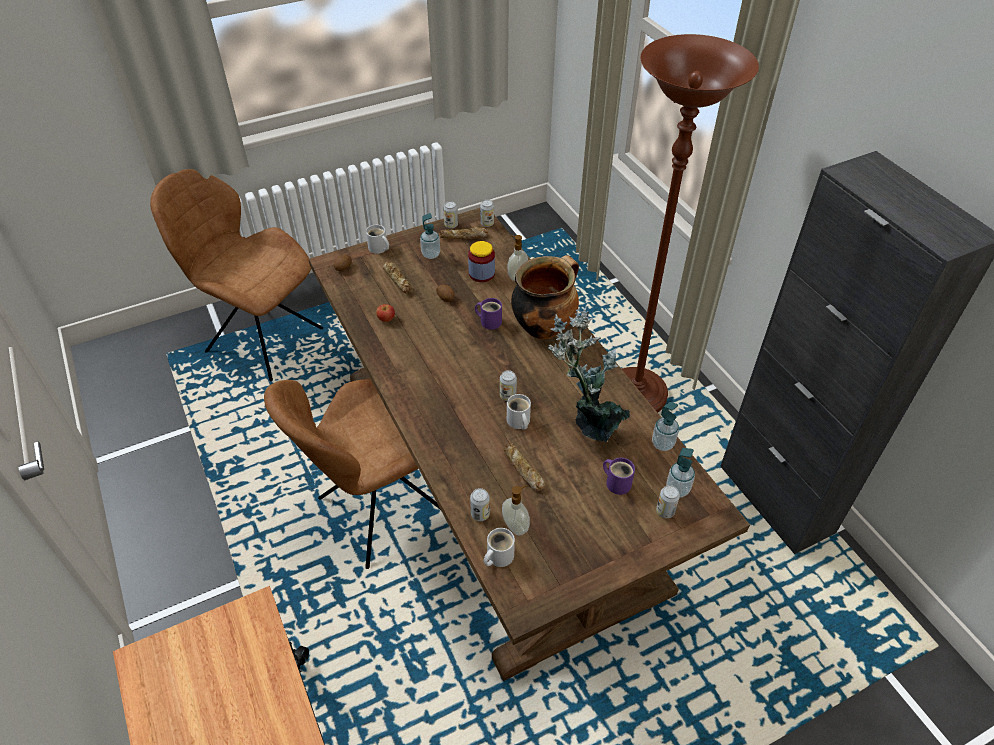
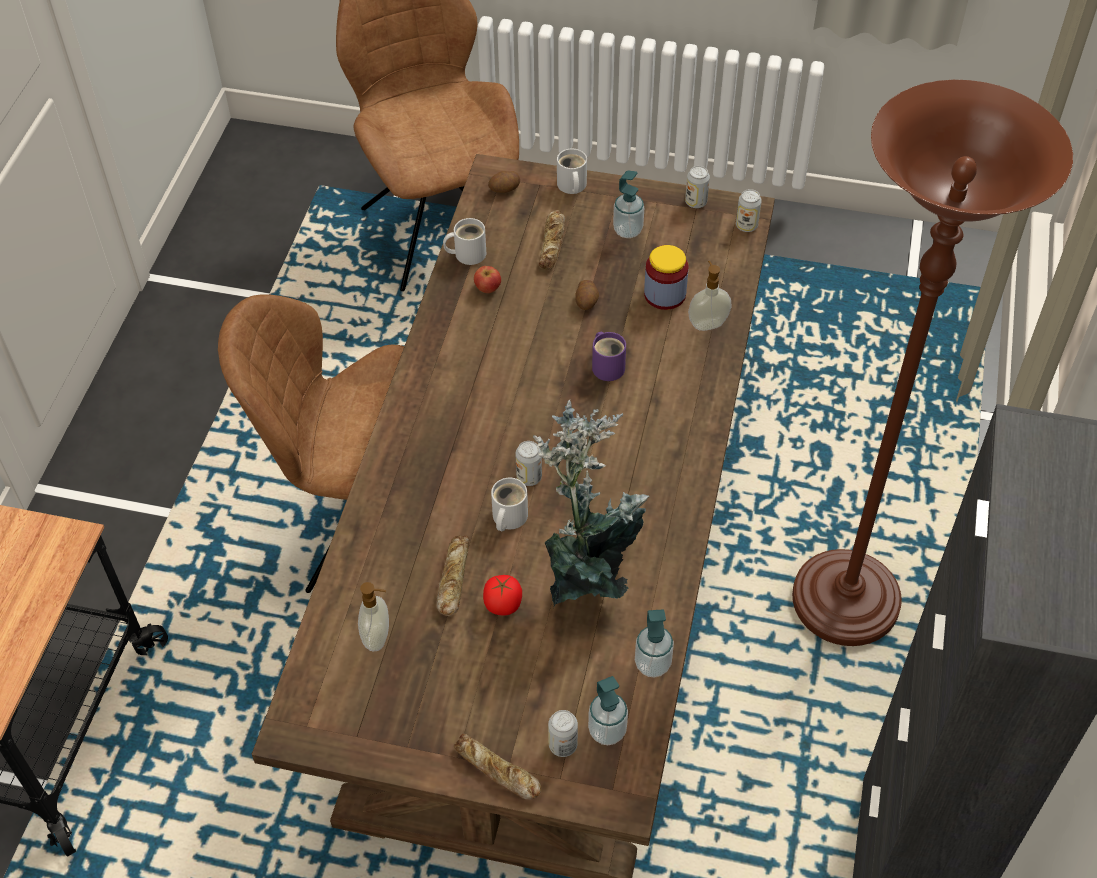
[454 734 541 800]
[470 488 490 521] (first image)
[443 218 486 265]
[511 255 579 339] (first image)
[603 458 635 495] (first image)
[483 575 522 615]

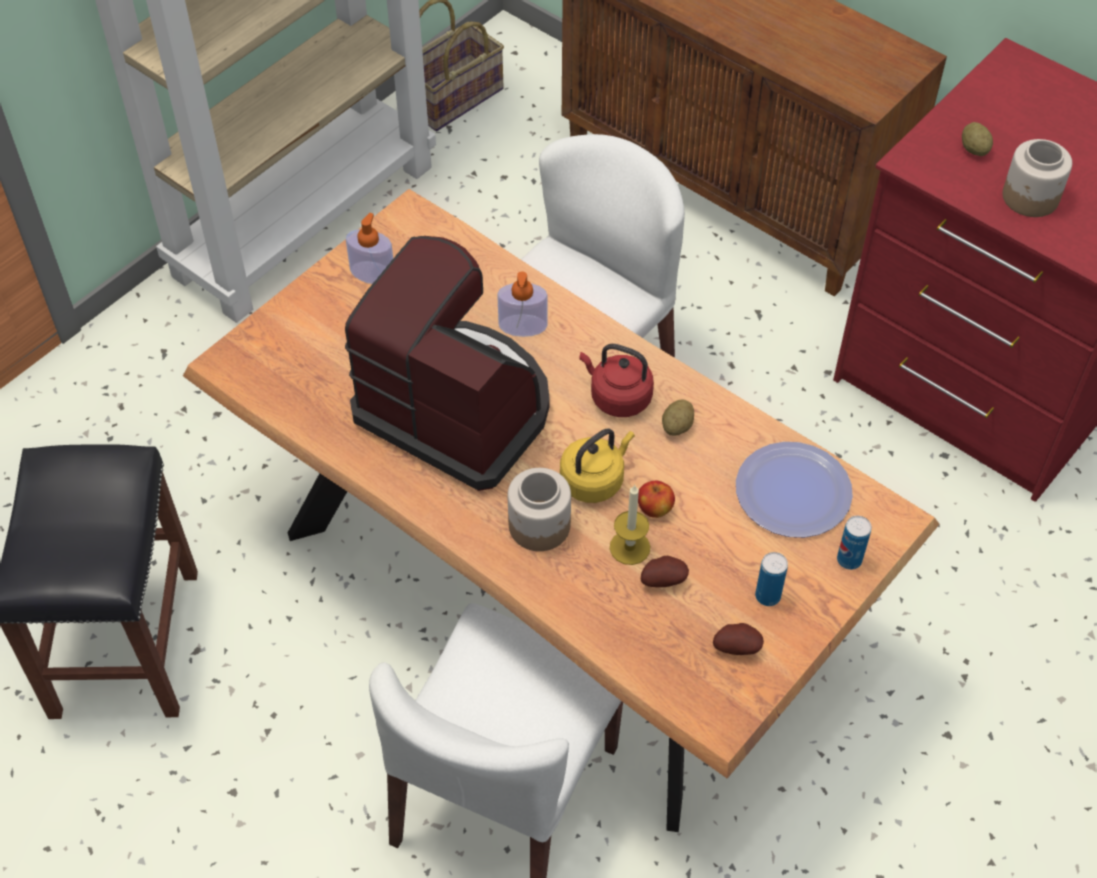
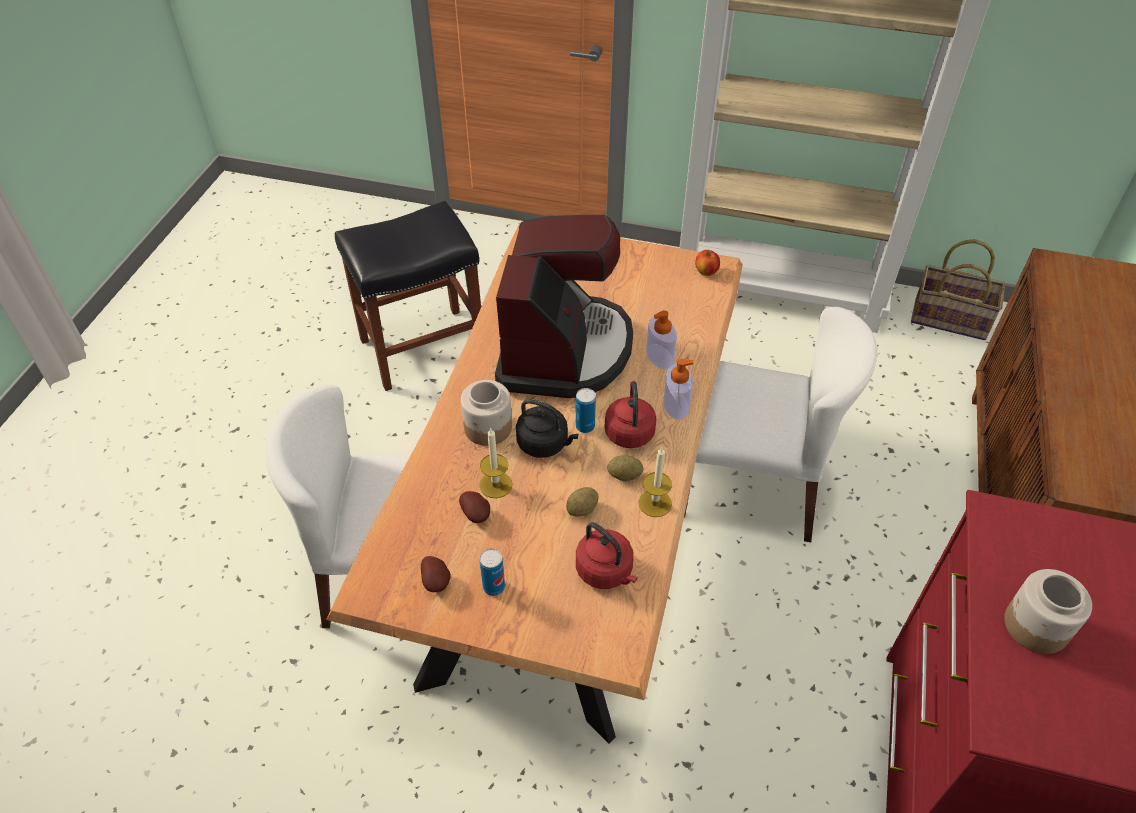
[664 359 693 420]
[516 399 579 458]
[695 250 720 276]
[576 522 637 589]
[576 388 596 433]
[566 487 598 516]
[638 447 672 517]

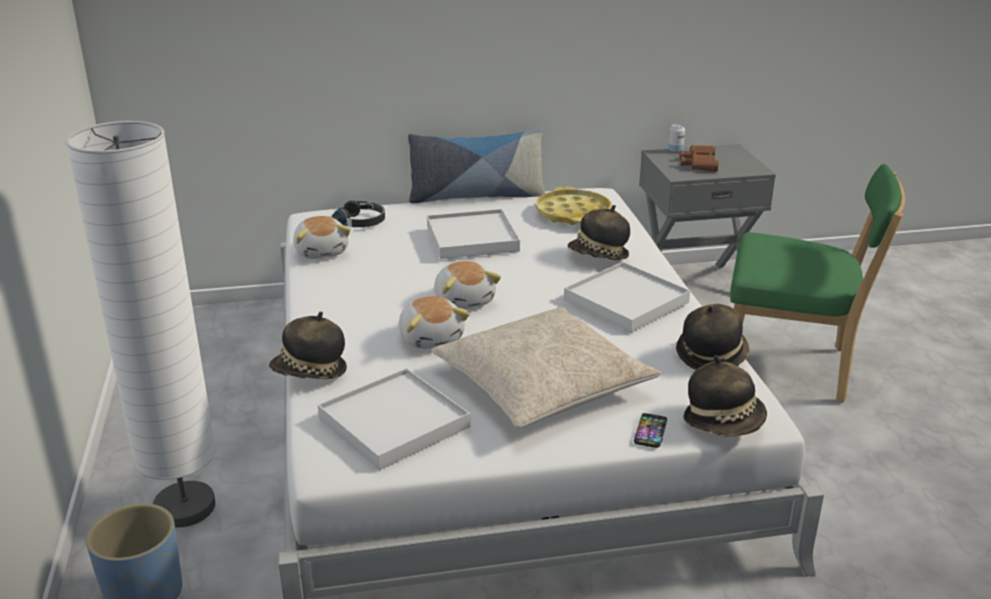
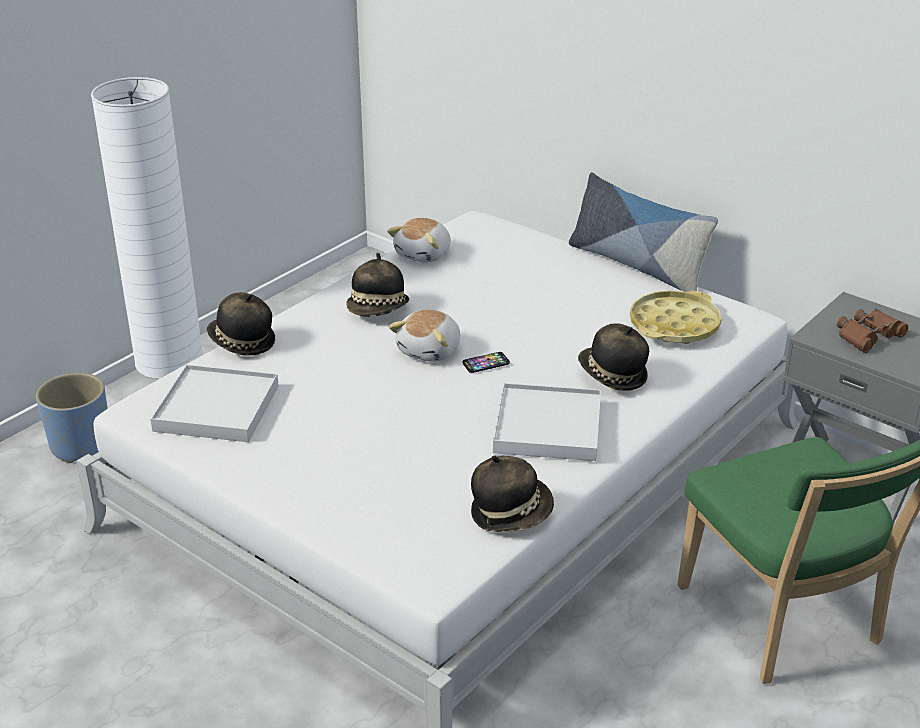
[332 200 385 227] (first image)
[399 296 470 349] (first image)
[427 209 520 259] (first image)
[431 307 661 428] (first image)
[463 352 510 373]
[668 124 685 153] (first image)
[346 253 409 317]

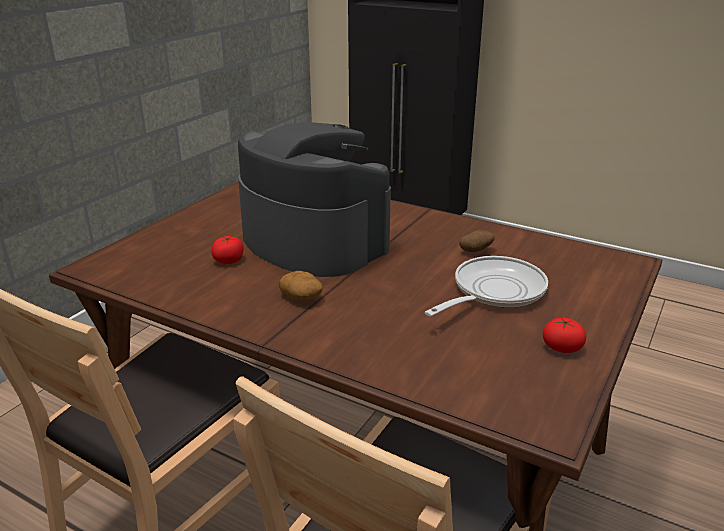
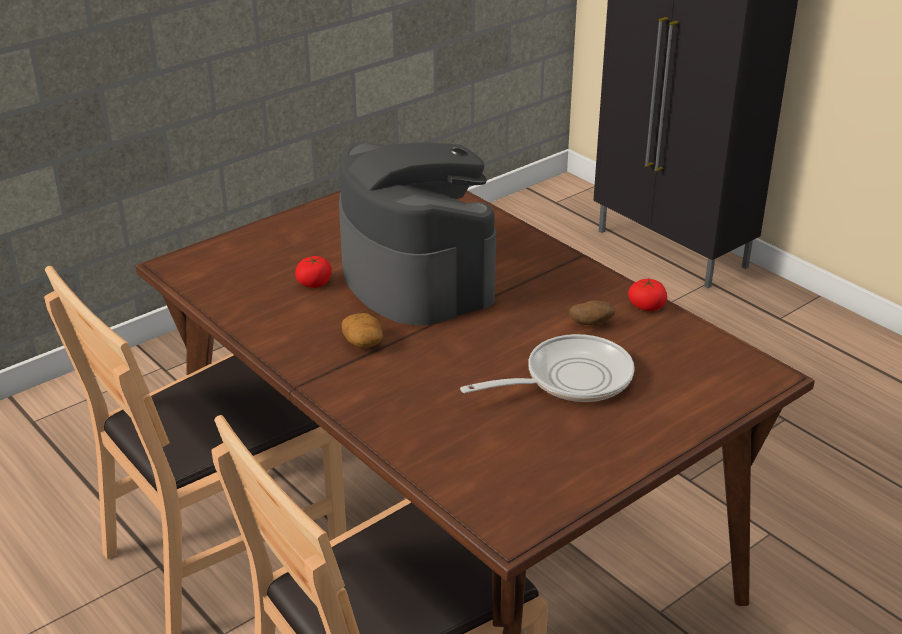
[628 279 667 311]

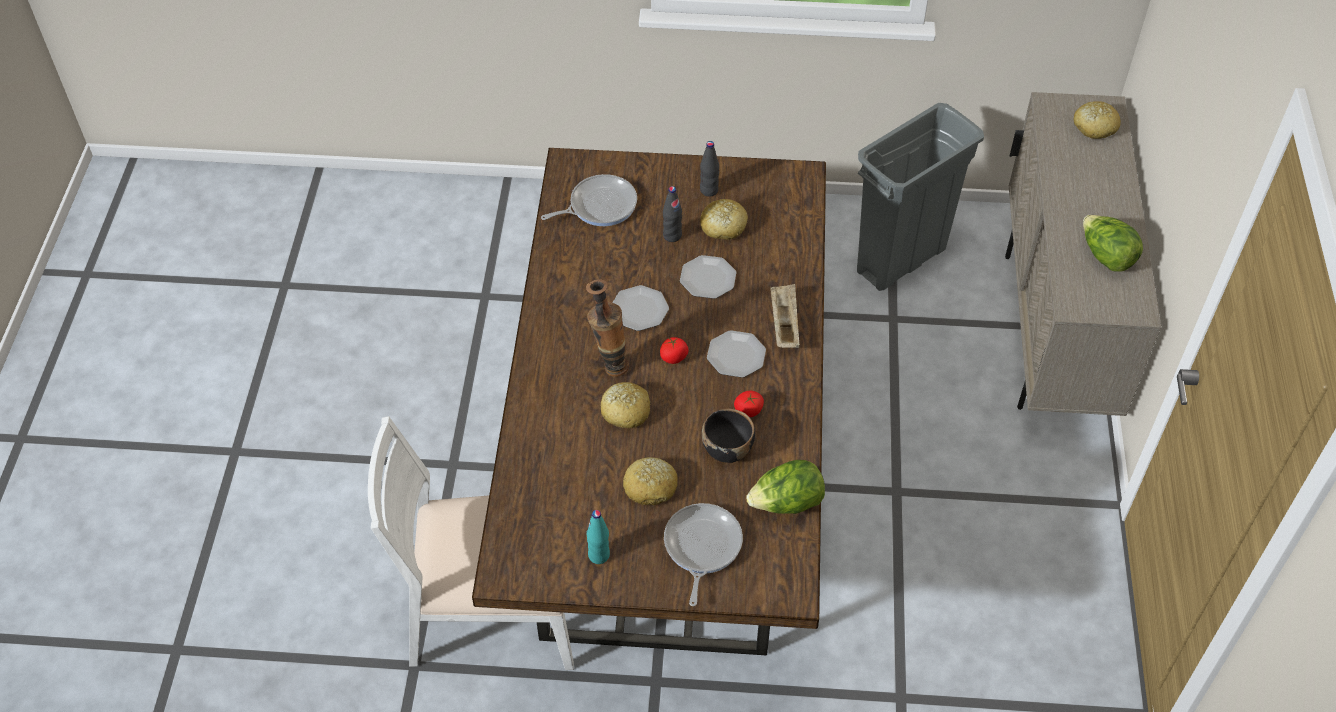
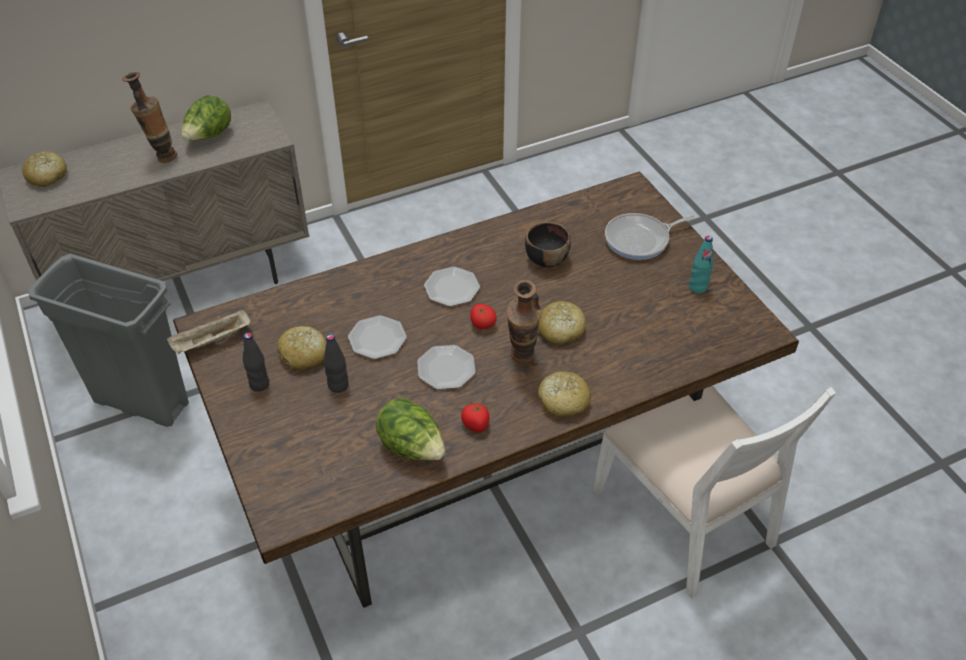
[541 174 637 226] (first image)
[538 372 591 417]
[461 403 490 432]
[376 398 445 460]
[167 309 251 354]
[122 72 177 163]

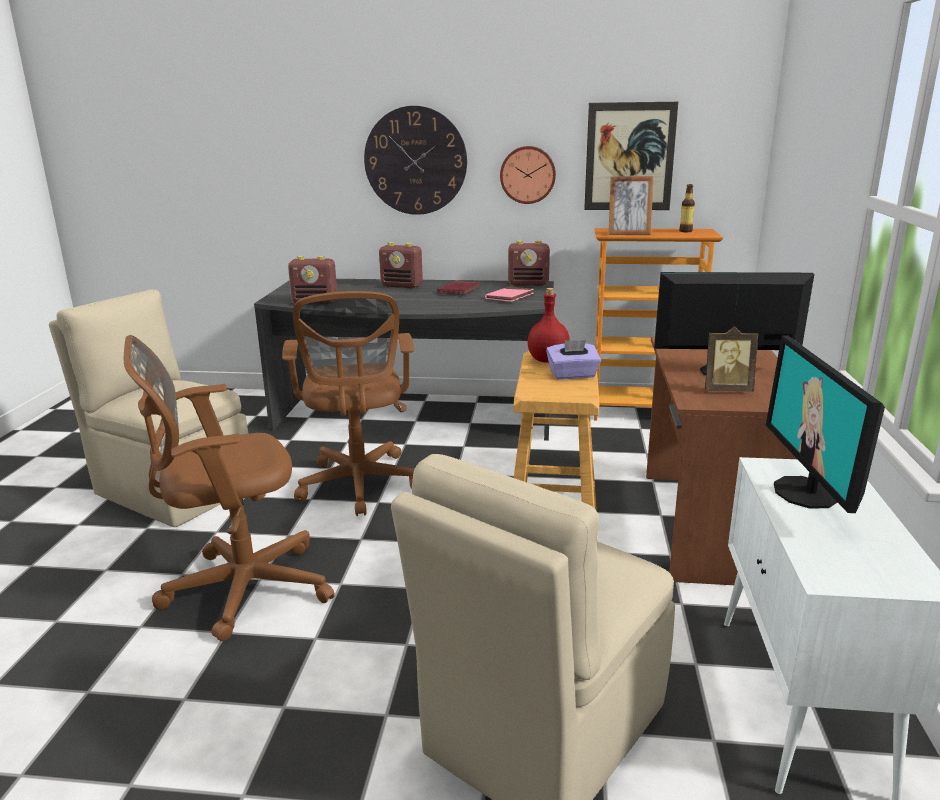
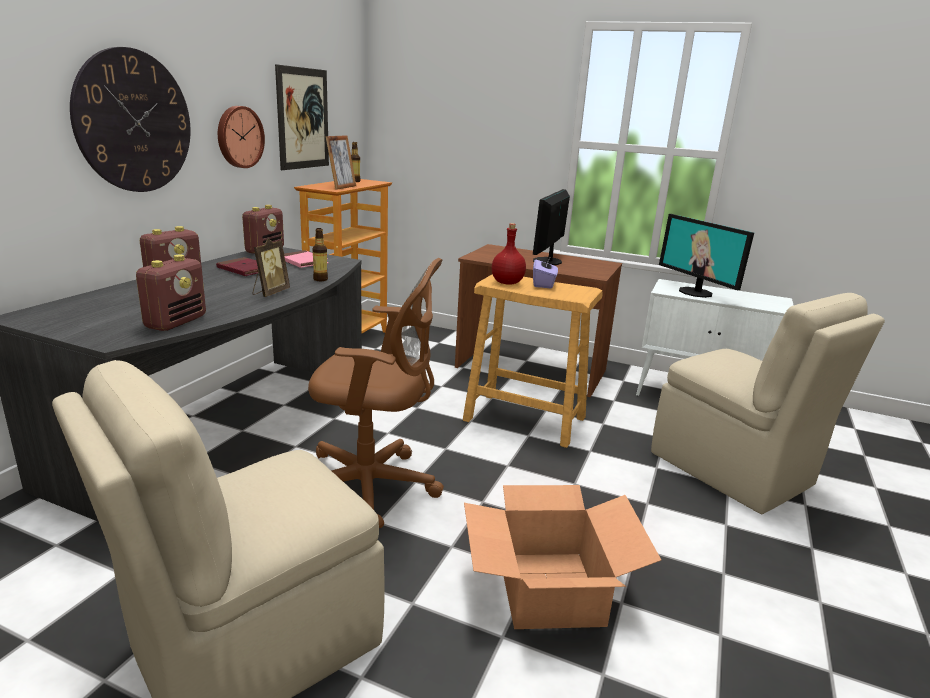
[464 485 661 629]
[253 238 290 297]
[659 214 754 298]
[312 228 328 281]

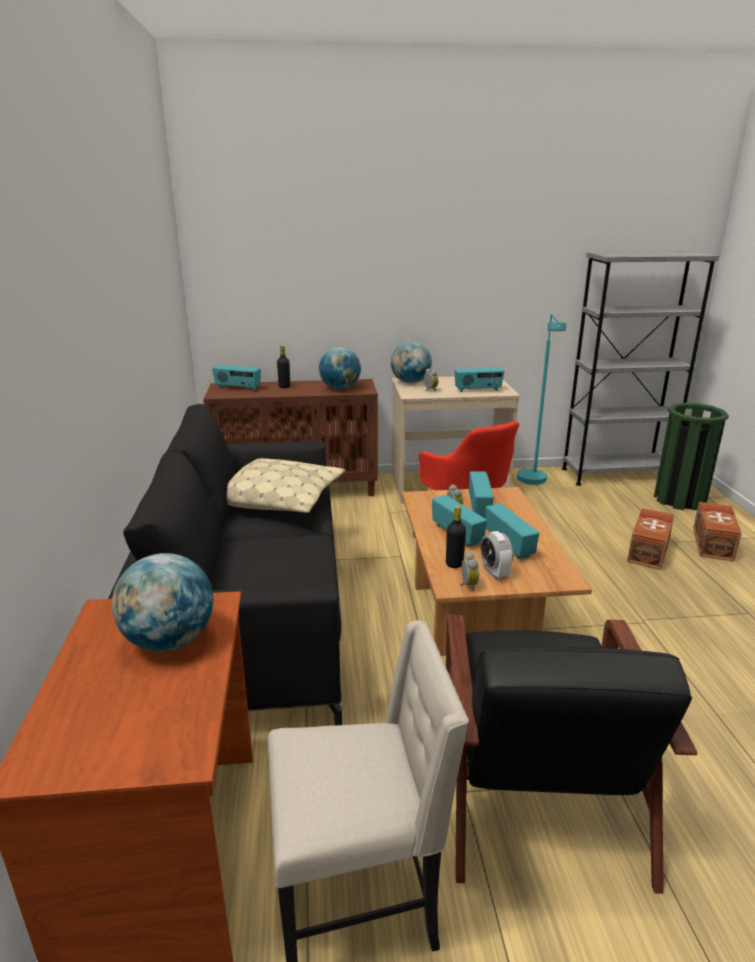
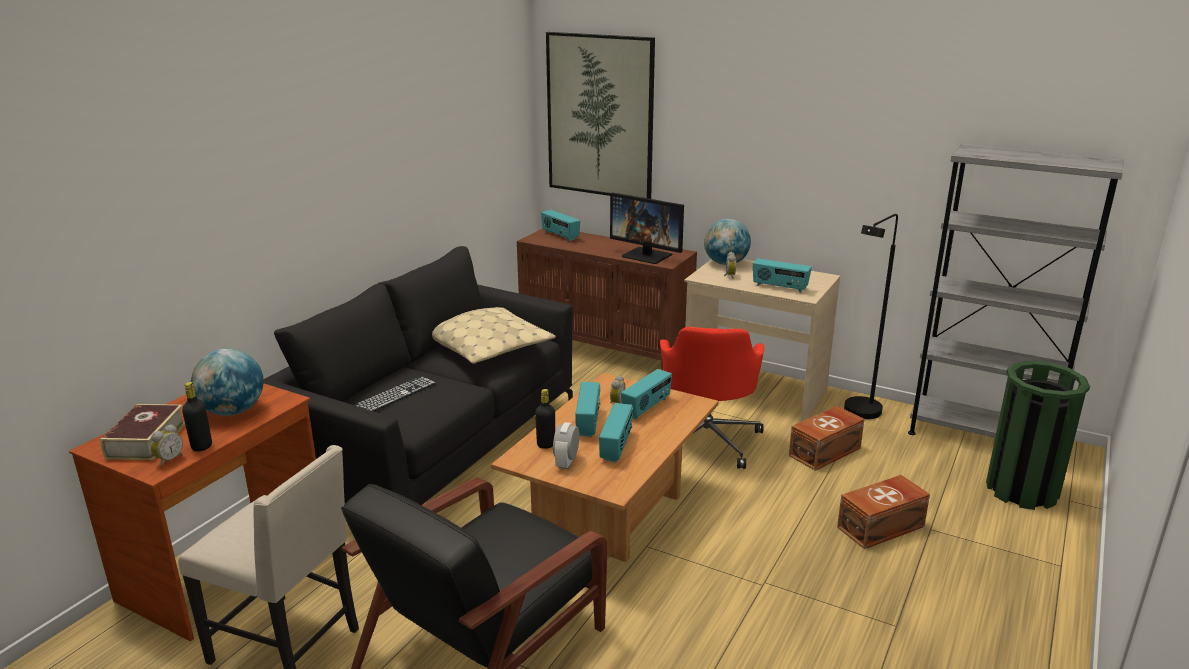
[182 382 212 451]
[610 192 684 264]
[151 424 183 467]
[844 214 898 419]
[789 406 864 471]
[100 404 185 460]
[354 376 436 411]
[546 32 655 199]

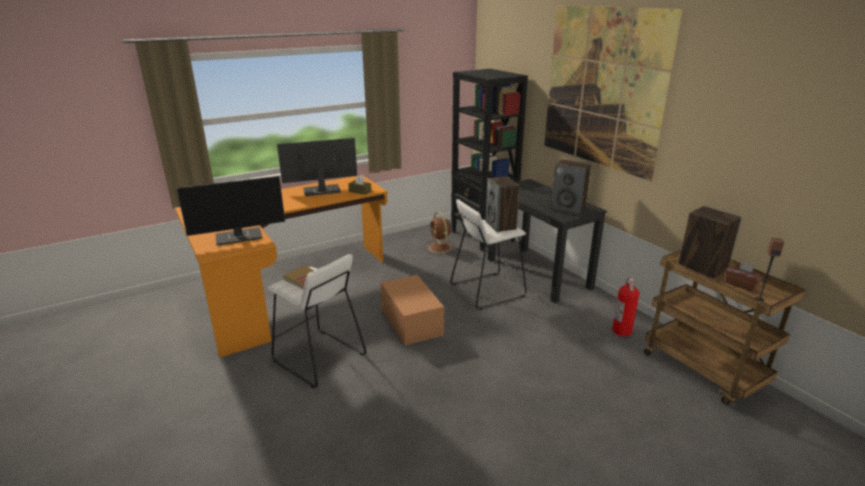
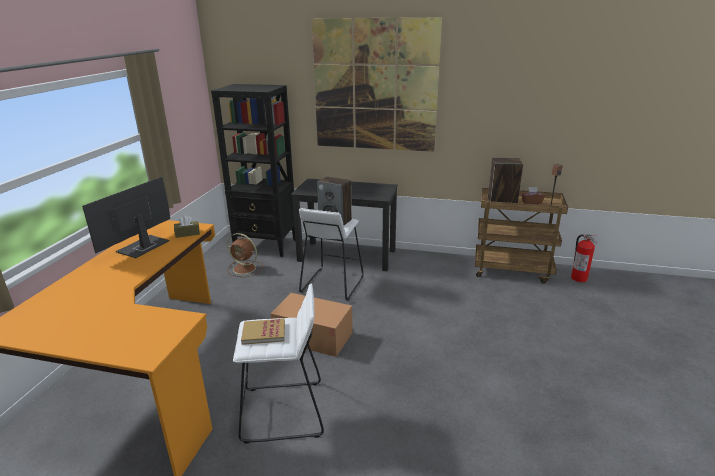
[176 176 285 245] (first image)
[551 159 591 215] (first image)
[571 234 597 282]

